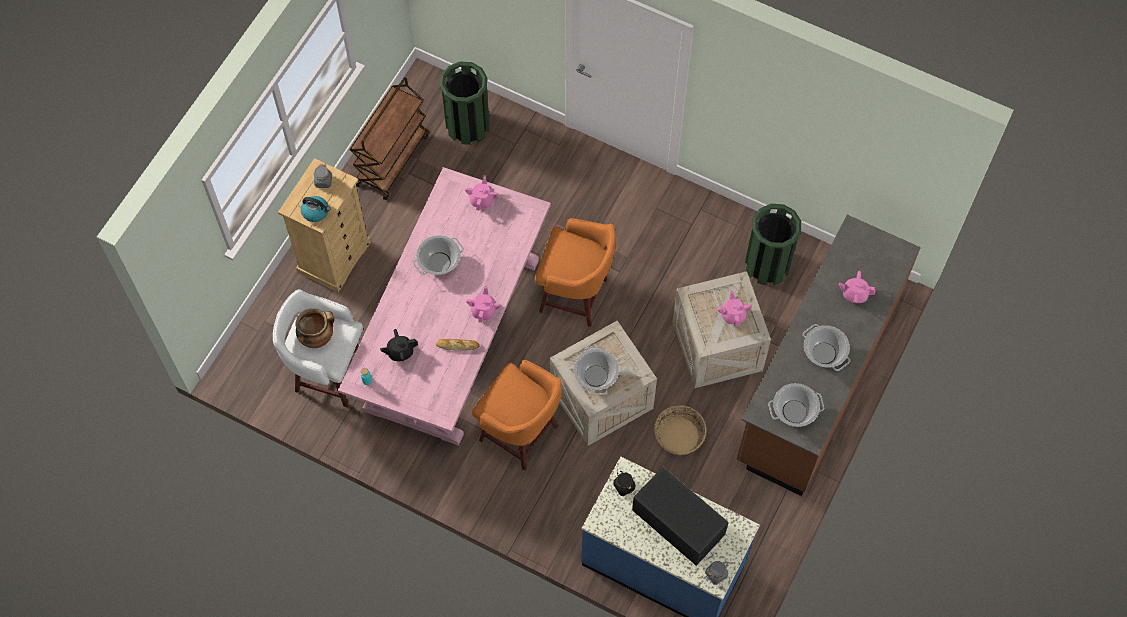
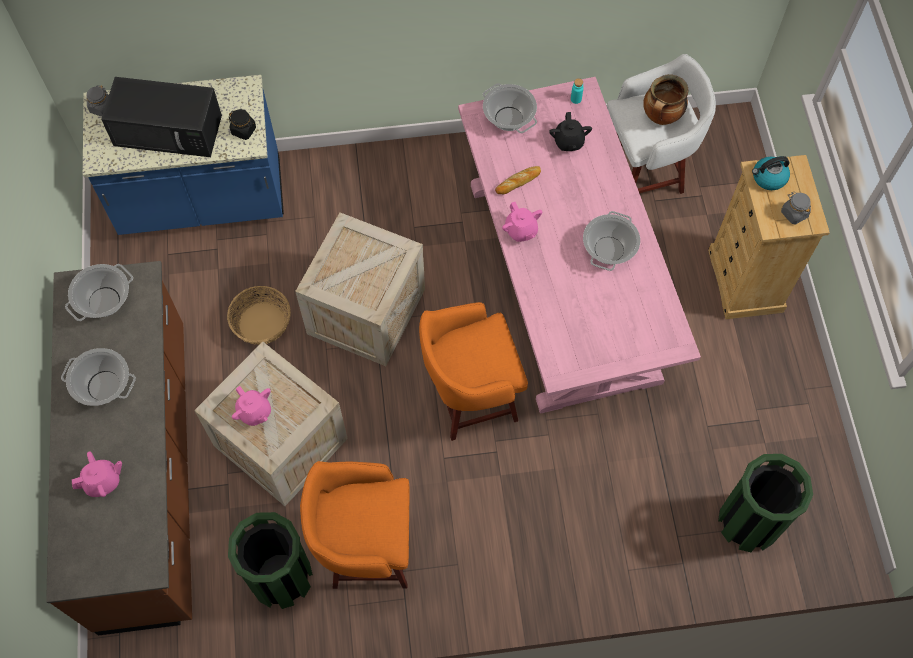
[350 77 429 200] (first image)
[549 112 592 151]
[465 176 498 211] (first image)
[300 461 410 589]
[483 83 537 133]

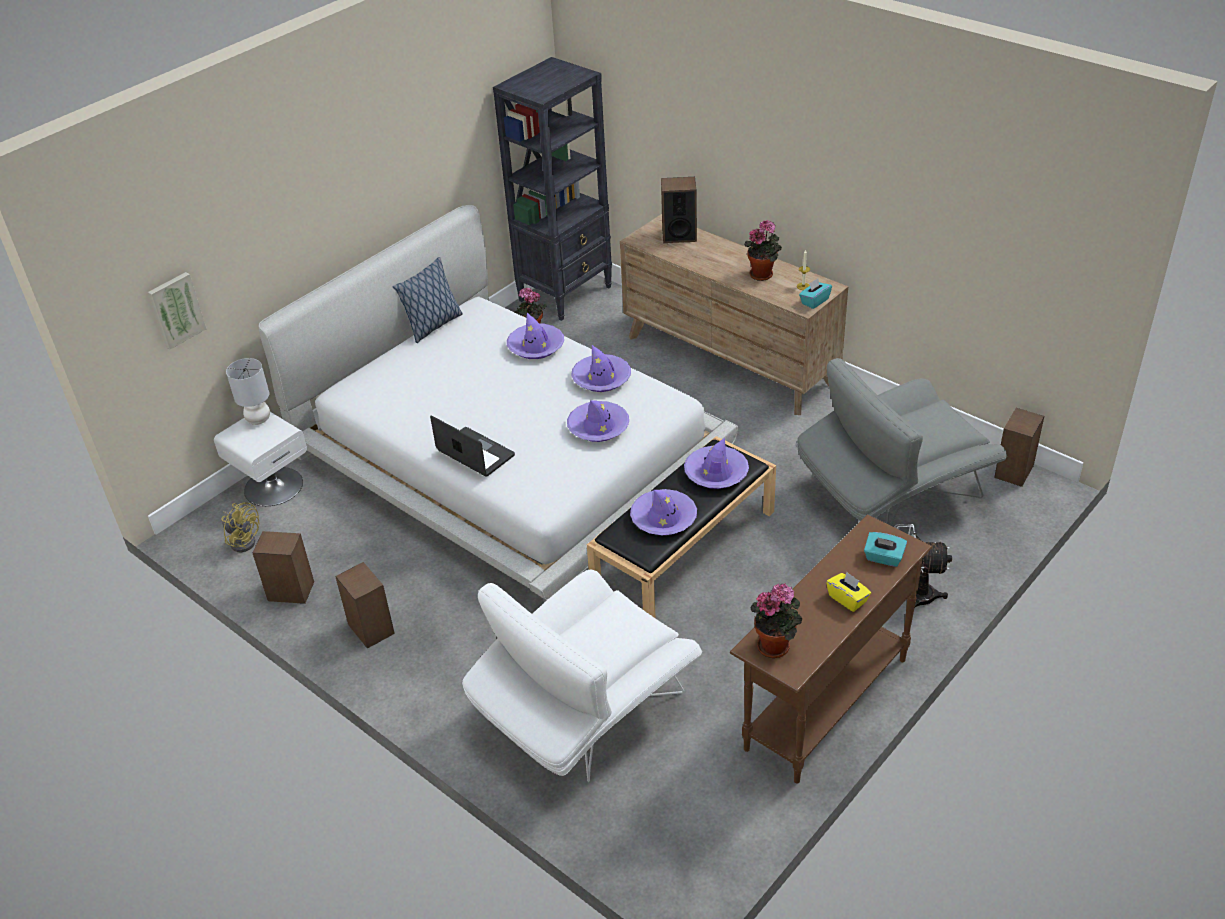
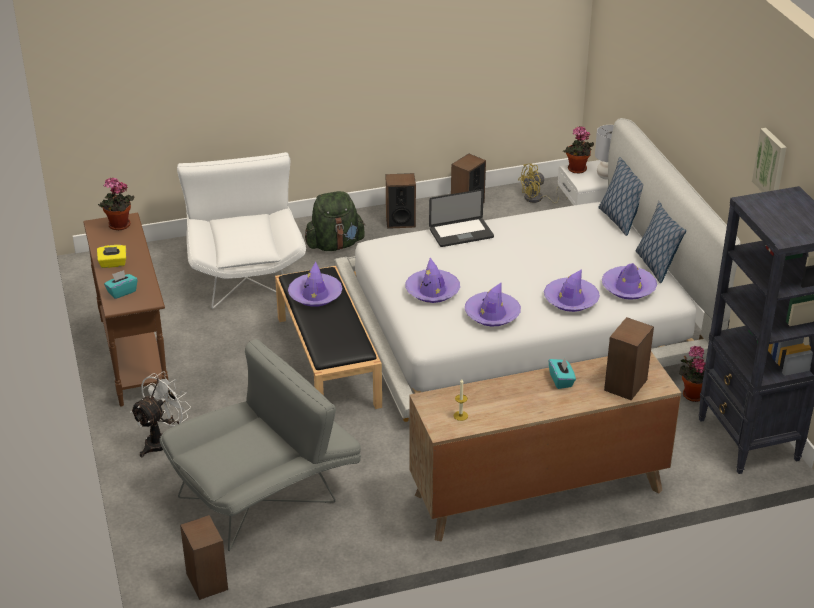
[752 128 787 192]
[602 263 657 300]
[563 127 594 173]
[160 339 361 551]
[549 357 576 389]
[305 191 365 251]
[598 157 643 236]

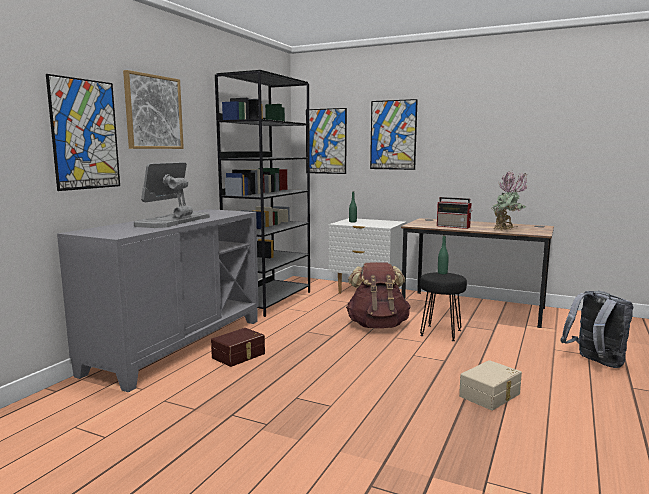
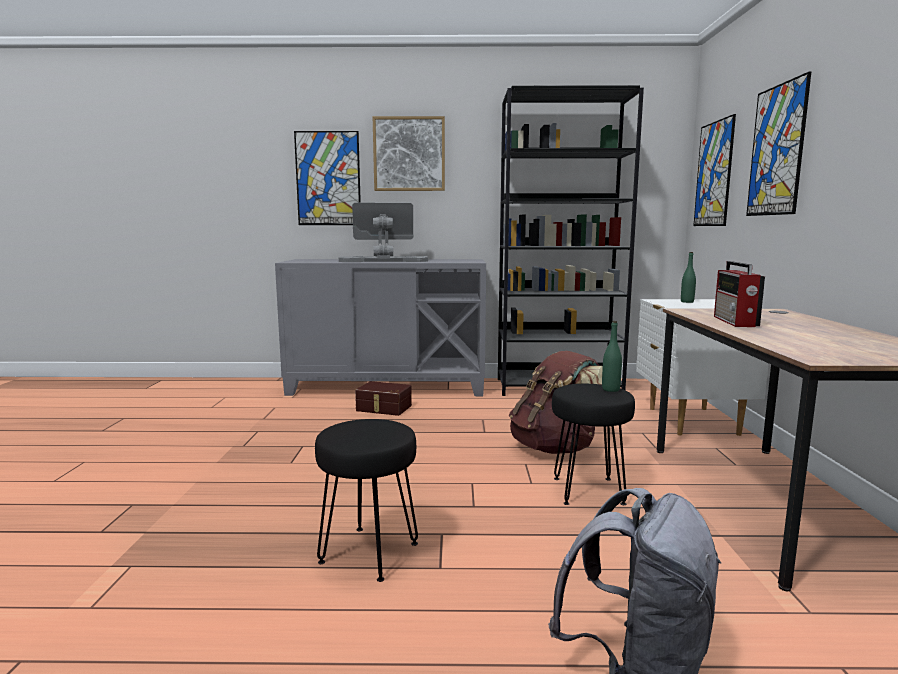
[315 419 418 582]
[491 172 528 231] (first image)

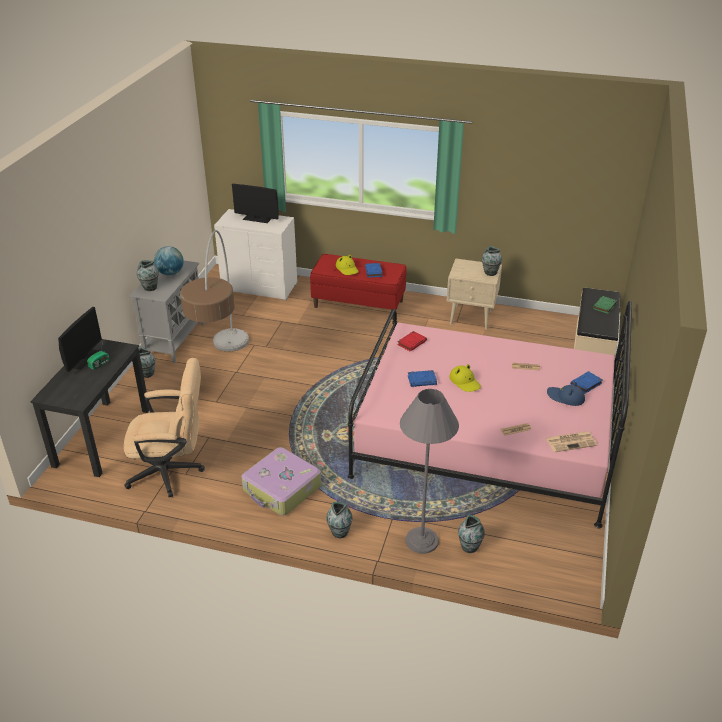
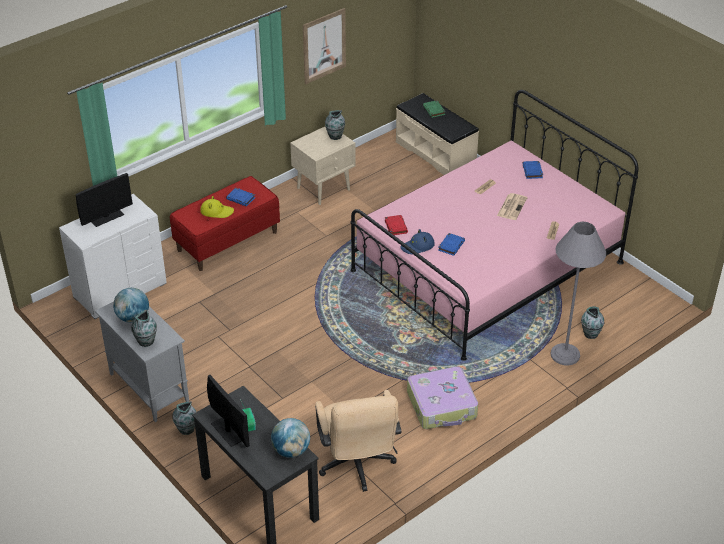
[315 390 402 492]
[180 230 249 352] (first image)
[326 501 352 538] (first image)
[449 364 481 392] (first image)
[497 193 527 220]
[401 229 435 254]
[271 418 310 458]
[303 8 346 84]

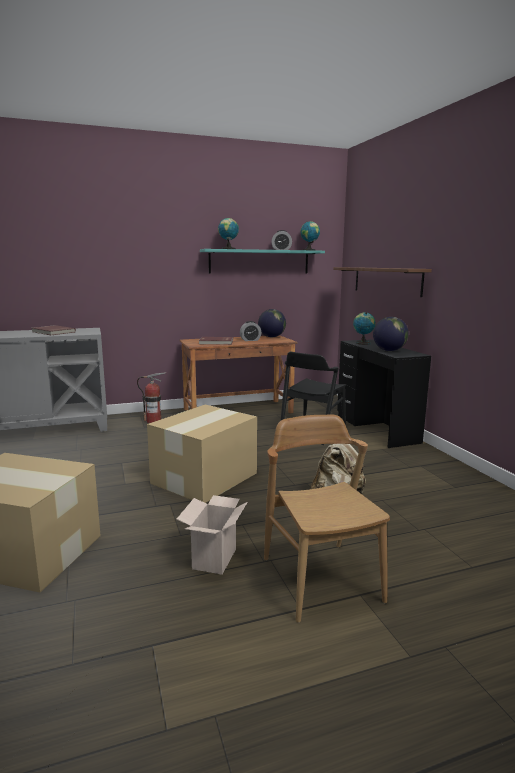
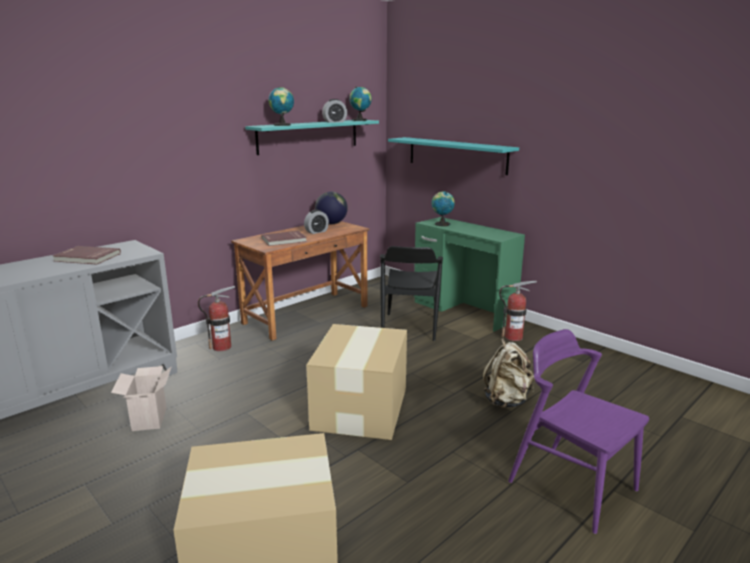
[111 366 171 431]
[508 329 649 534]
[388 137 519 175]
[414 217 525 332]
[373 317 409 351] (first image)
[499 281 537 341]

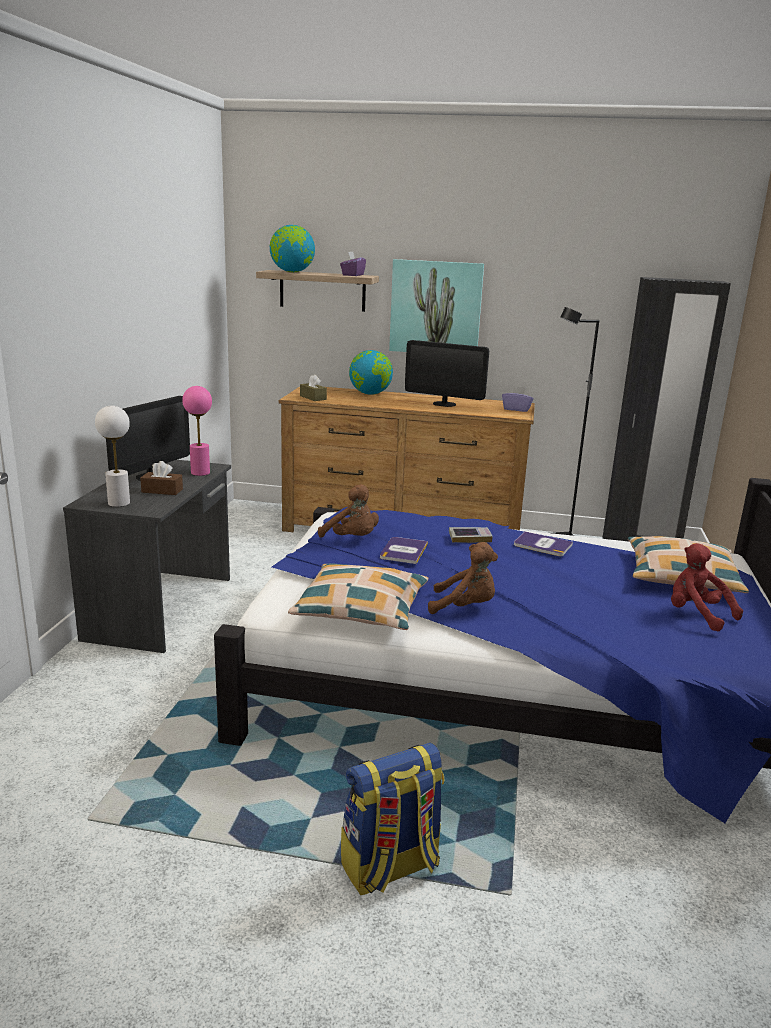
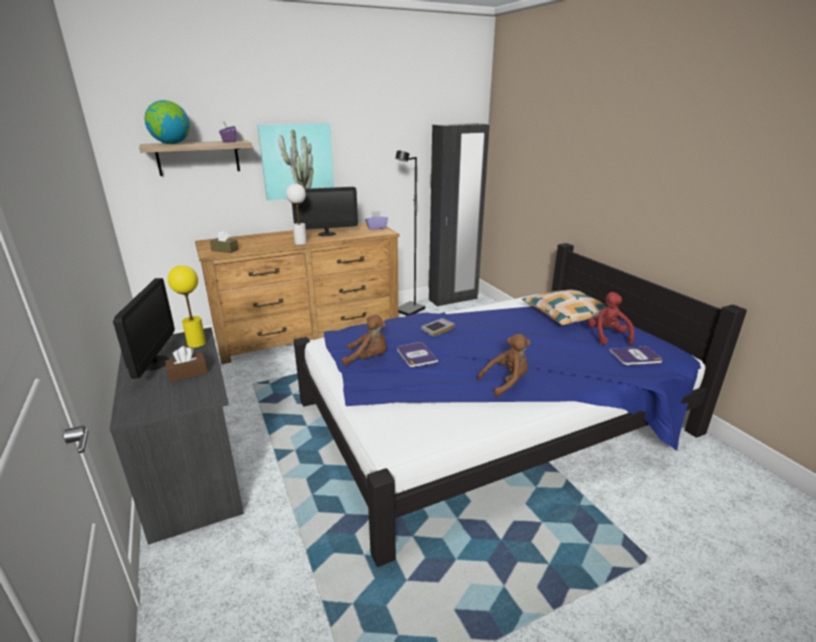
[286 184 307 245]
[168 265 206 348]
[288 563 428 630] (first image)
[341 743 444 895] (first image)
[349 350 393 395] (first image)
[609 346 662 365]
[588 292 634 346]

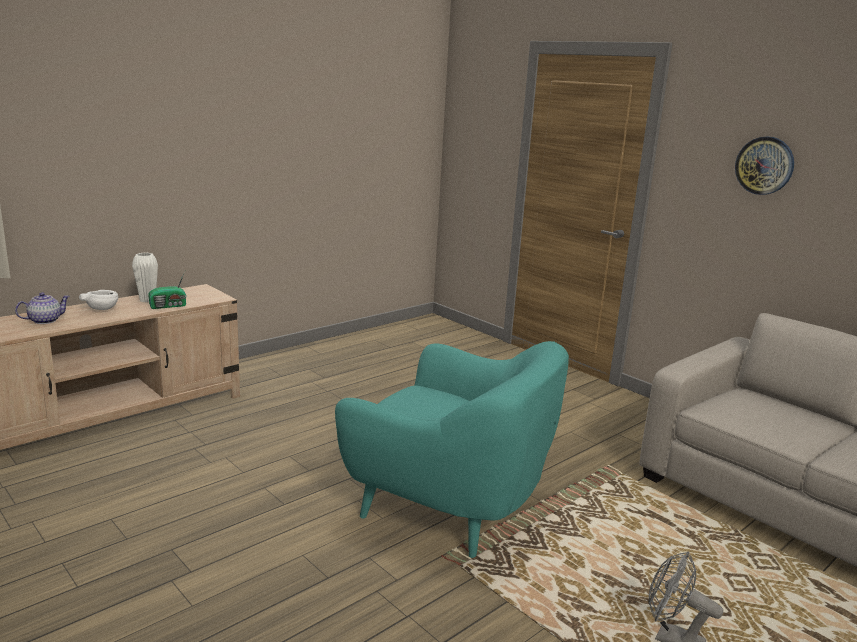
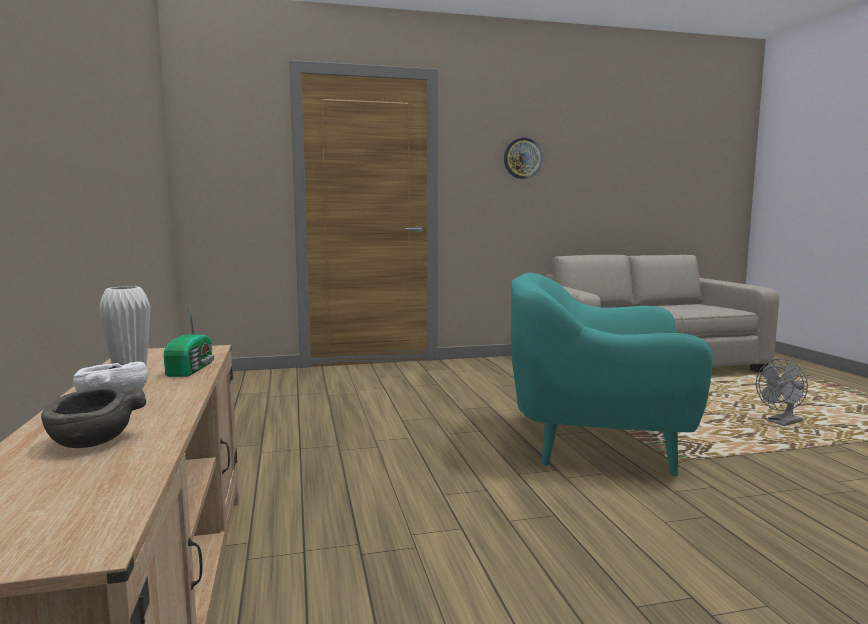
[41 387 146 448]
[511 273 713 476]

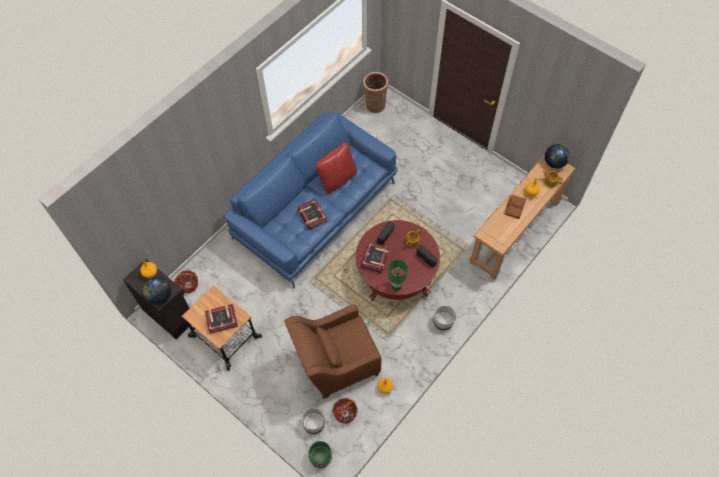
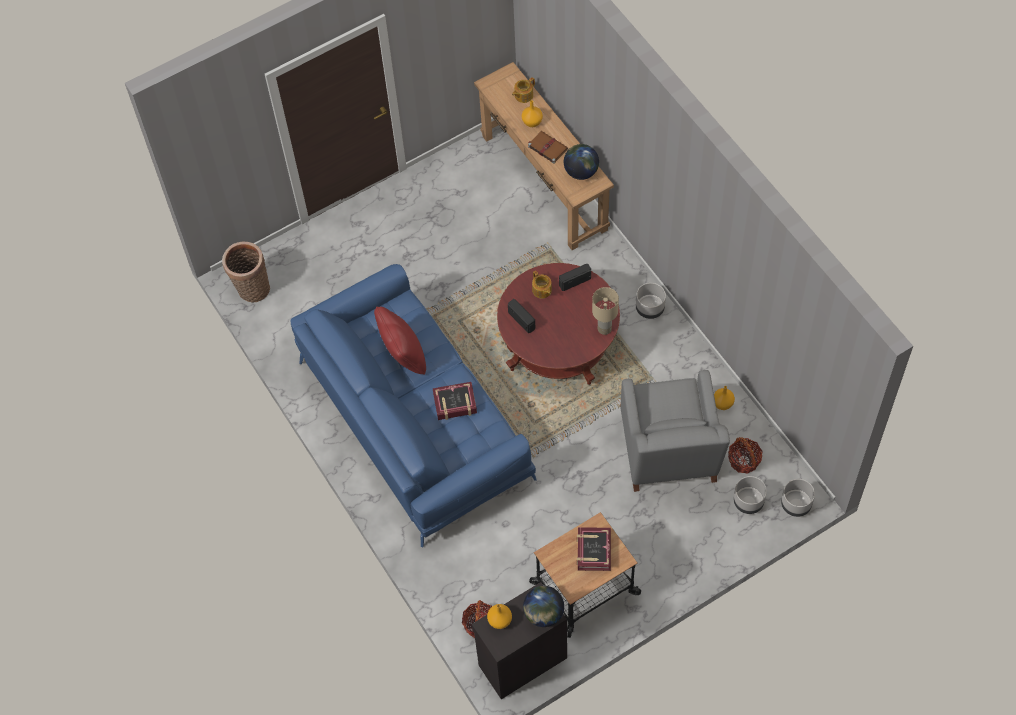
[620 370 730 492]
[781 479 815 517]
[361 242 389 273] (first image)
[592 287 619 335]
[564 144 599 180]

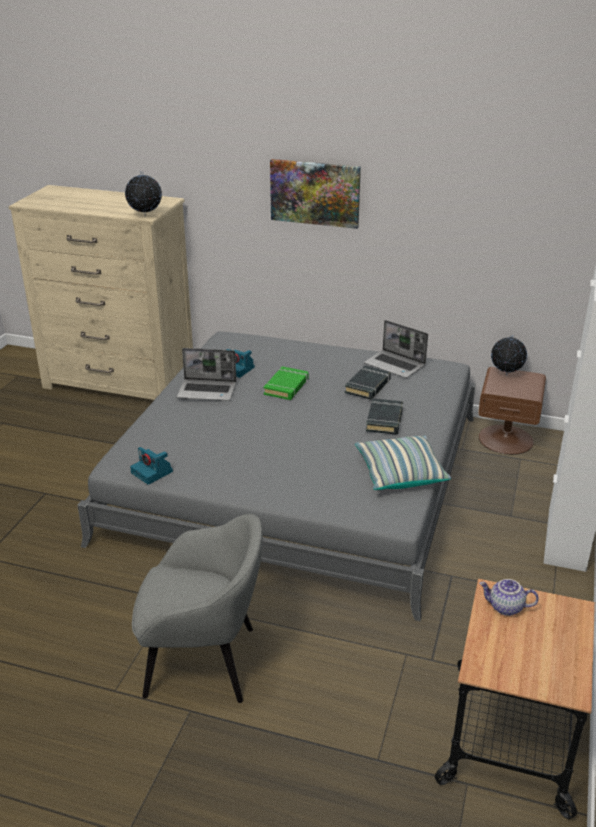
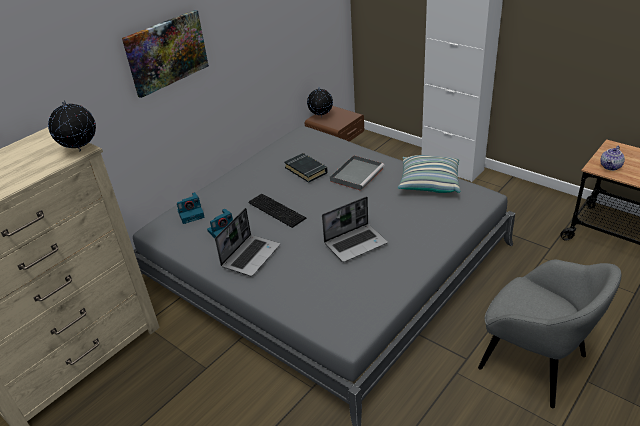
[177 192 205 224]
[478 259 621 408]
[248 194 306 228]
[322 197 388 262]
[330 155 384 191]

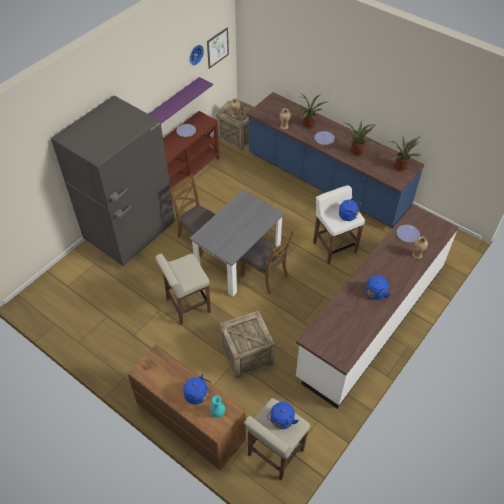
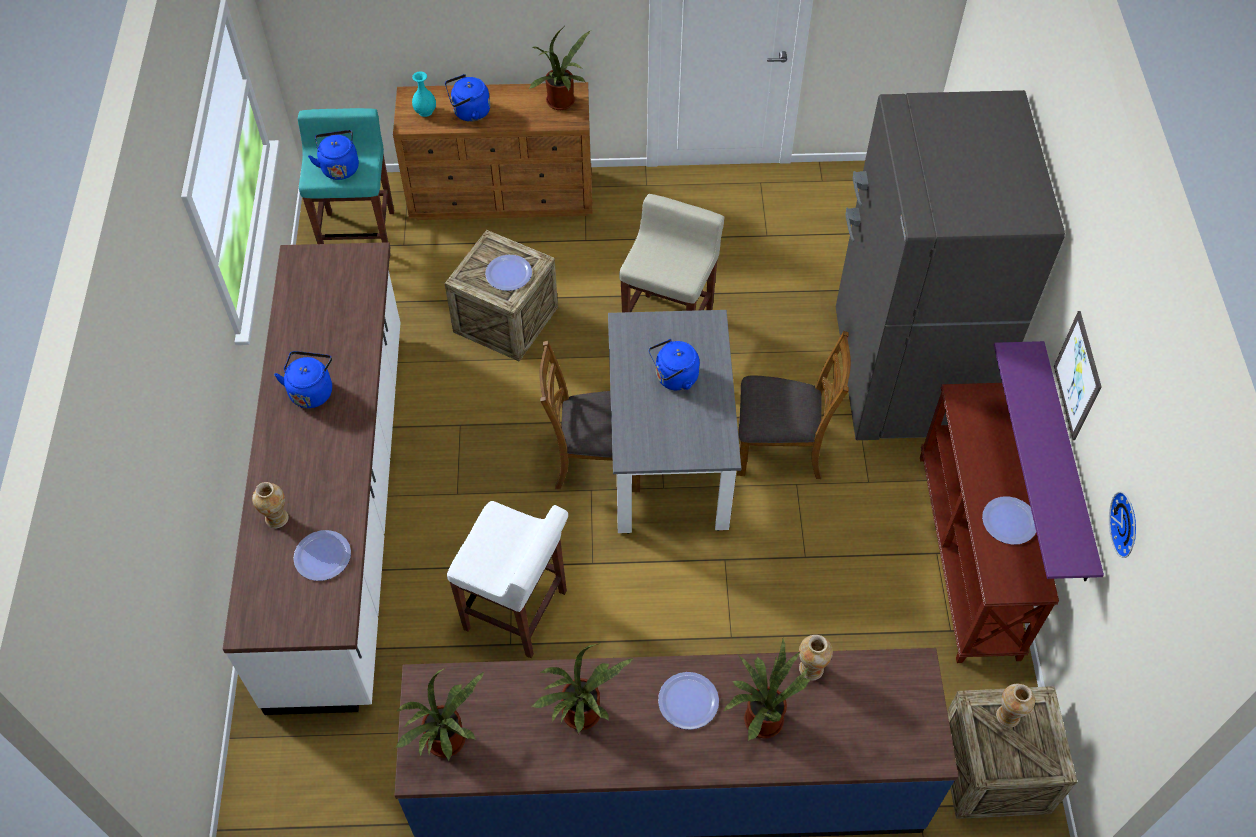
[1054 311 1102 440]
[298 108 394 244]
[649 339 700 391]
[485 255 532 291]
[528 27 590 110]

